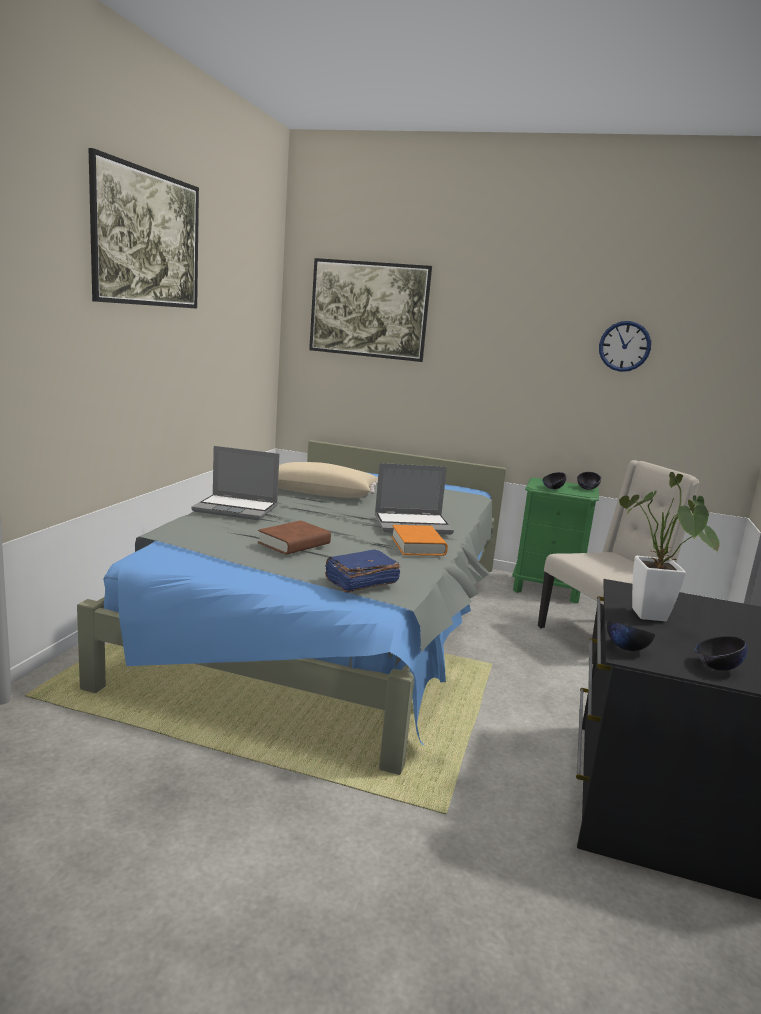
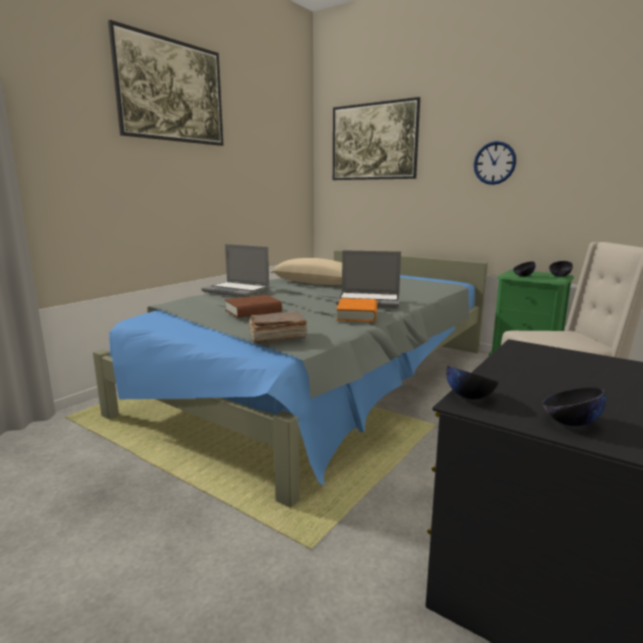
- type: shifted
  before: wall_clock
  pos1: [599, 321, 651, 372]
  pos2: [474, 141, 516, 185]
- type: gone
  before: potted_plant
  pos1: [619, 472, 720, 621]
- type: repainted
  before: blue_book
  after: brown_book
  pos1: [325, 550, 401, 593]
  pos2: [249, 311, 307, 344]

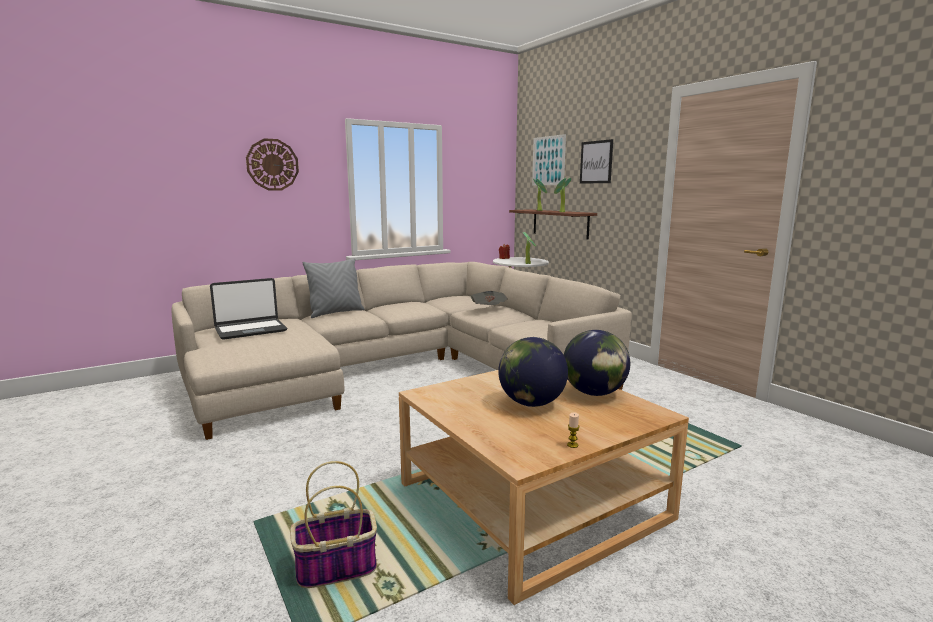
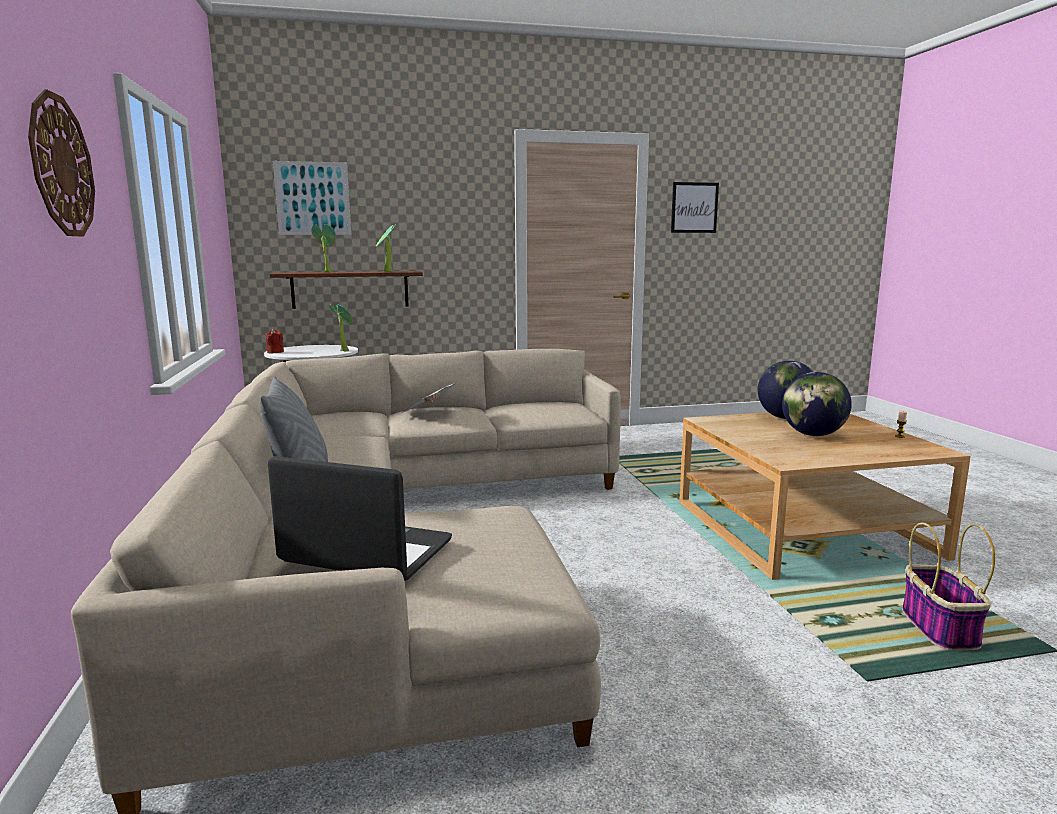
- type: shifted
  before: picture
  pos1: [580, 139, 613, 183]
  pos2: [671, 182, 719, 233]
- type: rotated
  before: laptop
  pos1: [210, 278, 287, 340]
  pos2: [268, 456, 452, 581]
  turn: -60

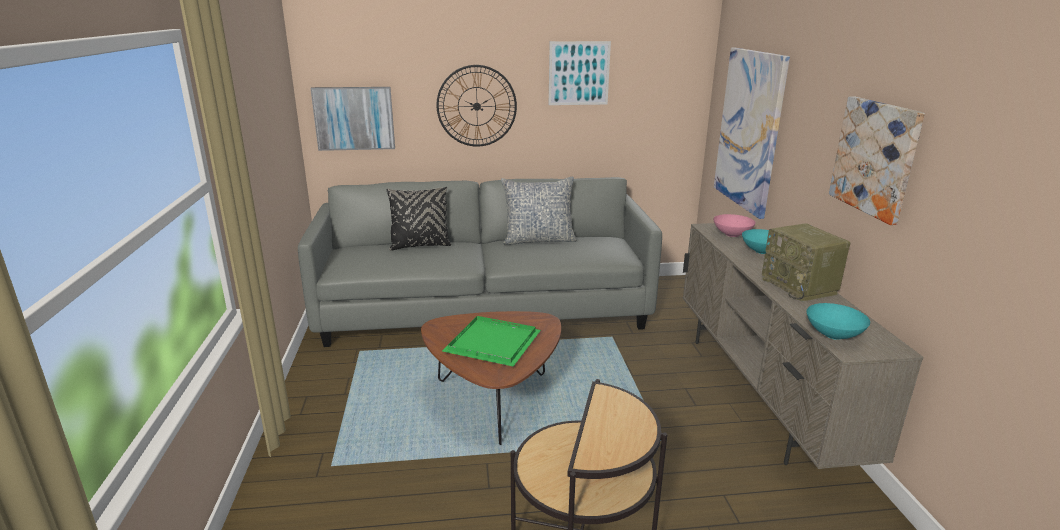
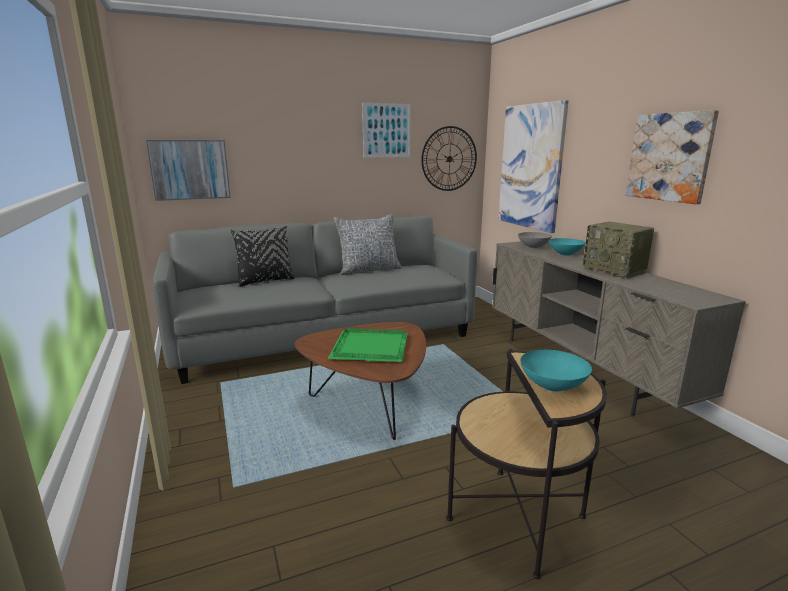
- type: shifted
  before: wall_clock
  pos1: [437, 65, 517, 147]
  pos2: [421, 126, 477, 191]
- type: repainted
  before: pink_bowl
  after: grey_bowl
  pos1: [713, 214, 756, 237]
  pos2: [518, 232, 552, 248]
- type: shifted
  before: turquoise_bowl
  pos1: [806, 303, 870, 340]
  pos2: [520, 350, 592, 392]

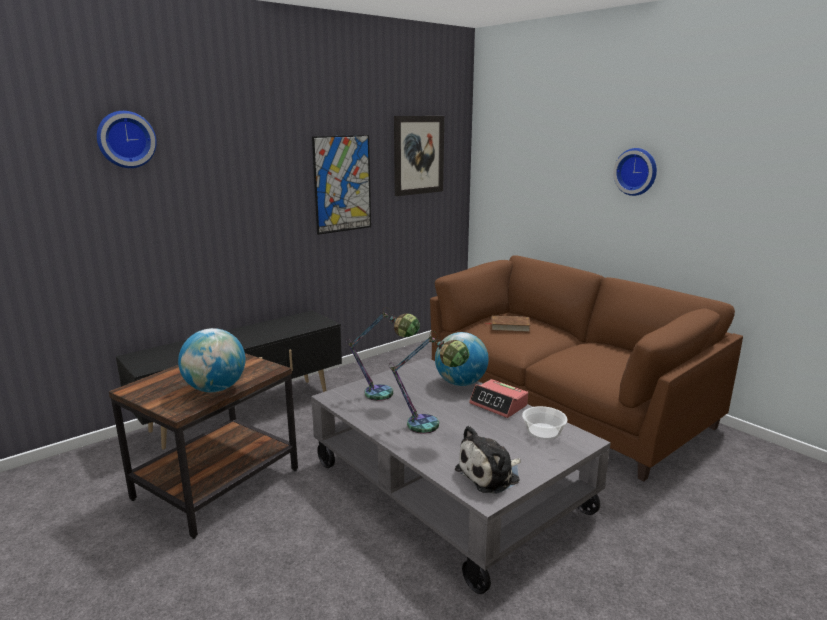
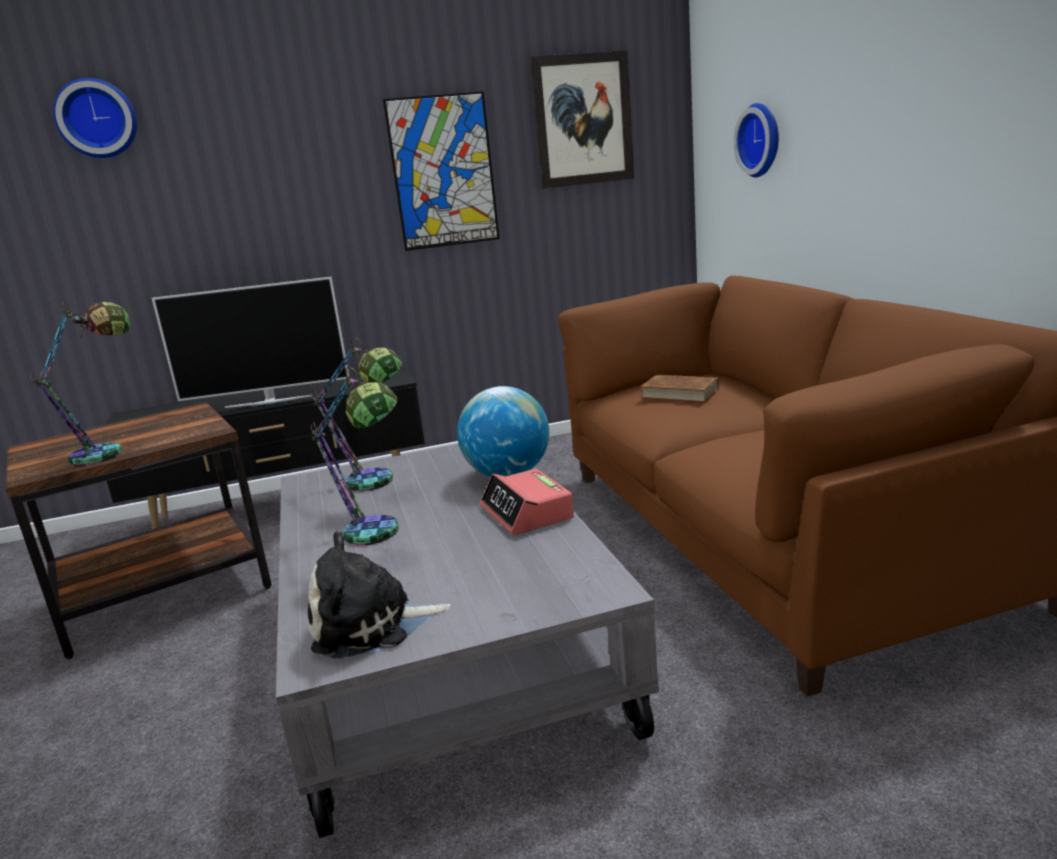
- type: shifted
  before: wall_clock
  pos1: [613, 148, 657, 196]
  pos2: [734, 103, 779, 177]
- type: swapped
  before: globe
  after: table_lamp
  pos1: [178, 328, 245, 392]
  pos2: [30, 301, 130, 466]
- type: gone
  before: bowl
  pos1: [522, 406, 568, 440]
- type: new
  after: television
  pos2: [152, 277, 349, 408]

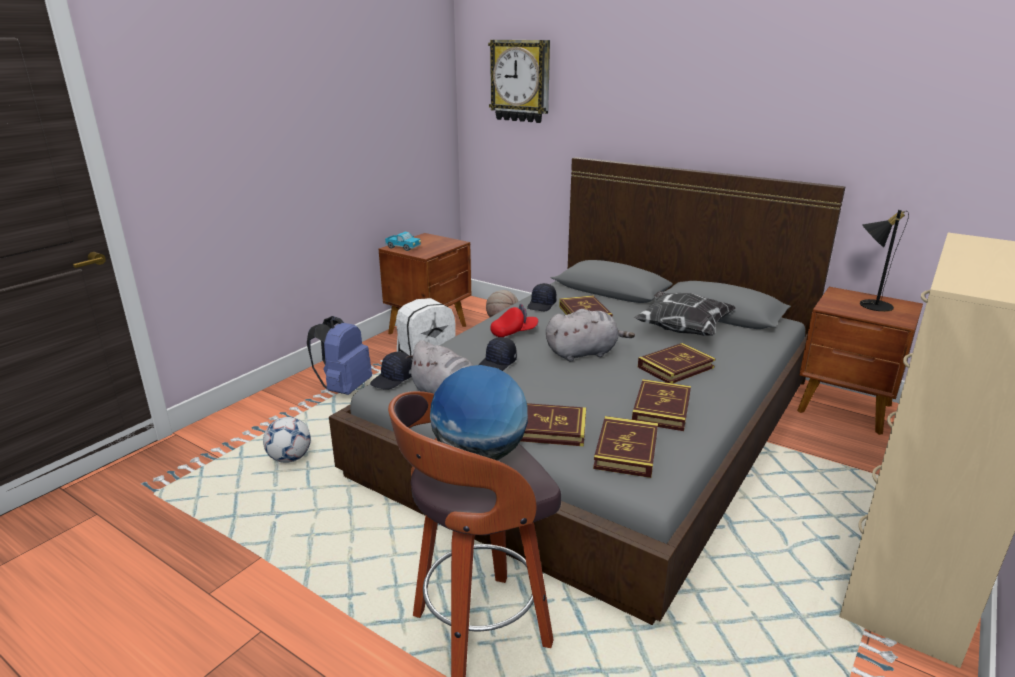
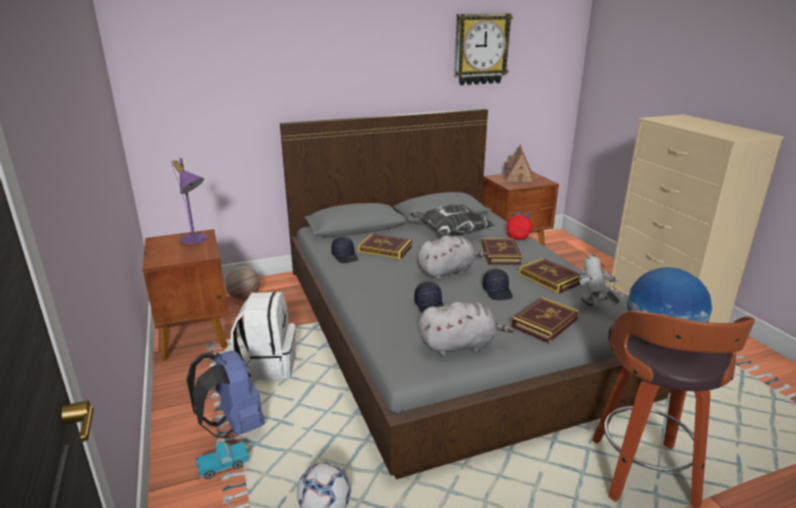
- type: shifted
  before: wall_clock
  pos1: [488, 40, 550, 123]
  pos2: [454, 14, 513, 85]
- type: swapped
  before: black_table_lamp
  after: toy_house
  pos1: [860, 210, 909, 312]
  pos2: [504, 144, 534, 185]
- type: shifted
  before: toy_truck
  pos1: [385, 232, 421, 251]
  pos2: [196, 442, 250, 479]
- type: shifted
  before: red_cap
  pos1: [490, 304, 538, 337]
  pos2: [507, 212, 533, 240]
- type: rotated
  before: grey_plush_toy
  pos1: [546, 309, 635, 361]
  pos2: [417, 236, 488, 280]
  turn: 45
- type: shifted
  before: black_cap
  pos1: [370, 352, 412, 390]
  pos2: [482, 269, 513, 300]
- type: swapped
  before: book
  after: toy_robot
  pos1: [593, 416, 658, 478]
  pos2: [578, 253, 620, 306]
- type: new
  after: purple_table_lamp
  pos2: [172, 158, 208, 244]

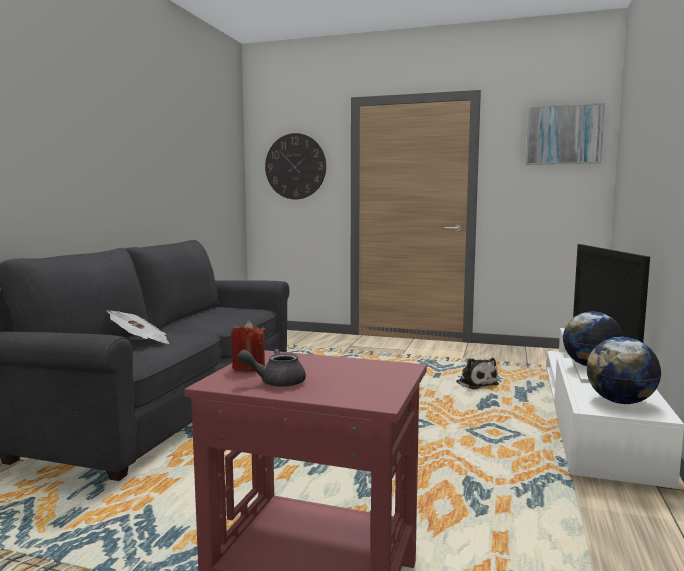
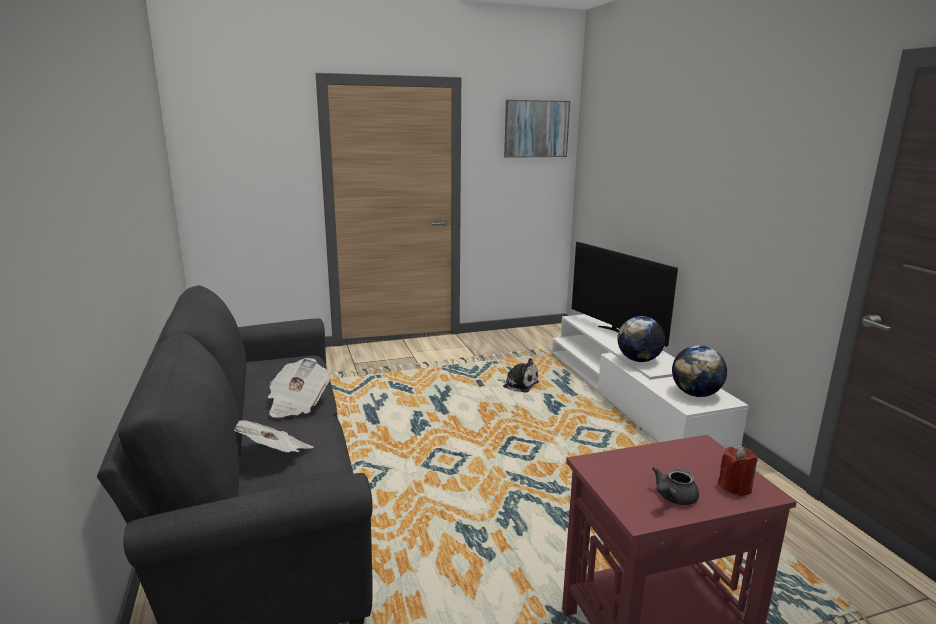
- type: gone
  before: wall_clock
  pos1: [265, 133, 326, 199]
- type: shifted
  before: red_candle
  pos1: [231, 320, 265, 372]
  pos2: [718, 447, 758, 496]
- type: new
  after: newspaper
  pos2: [268, 358, 330, 418]

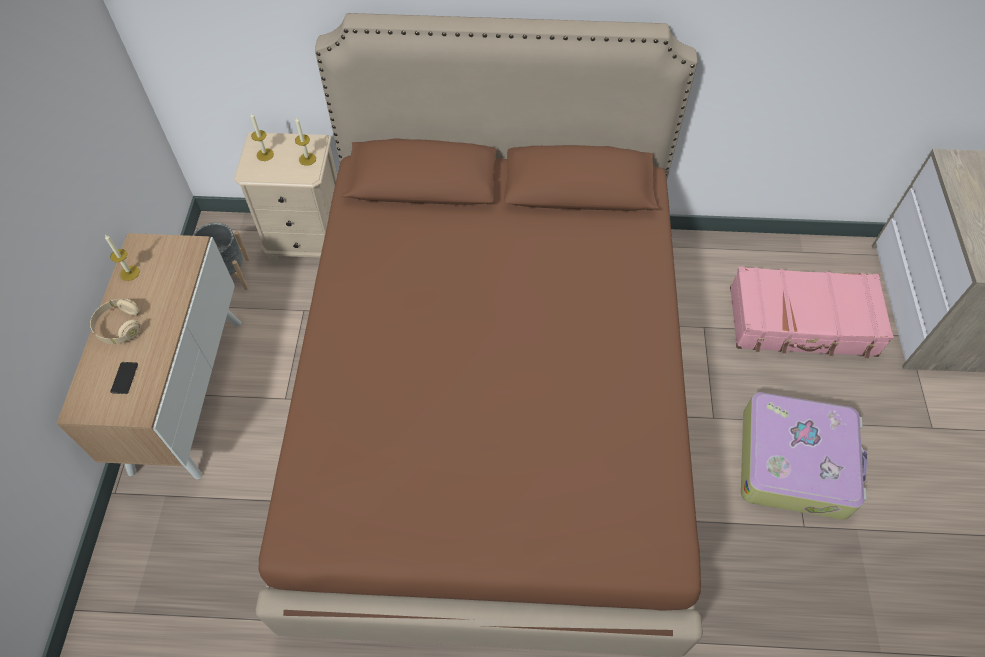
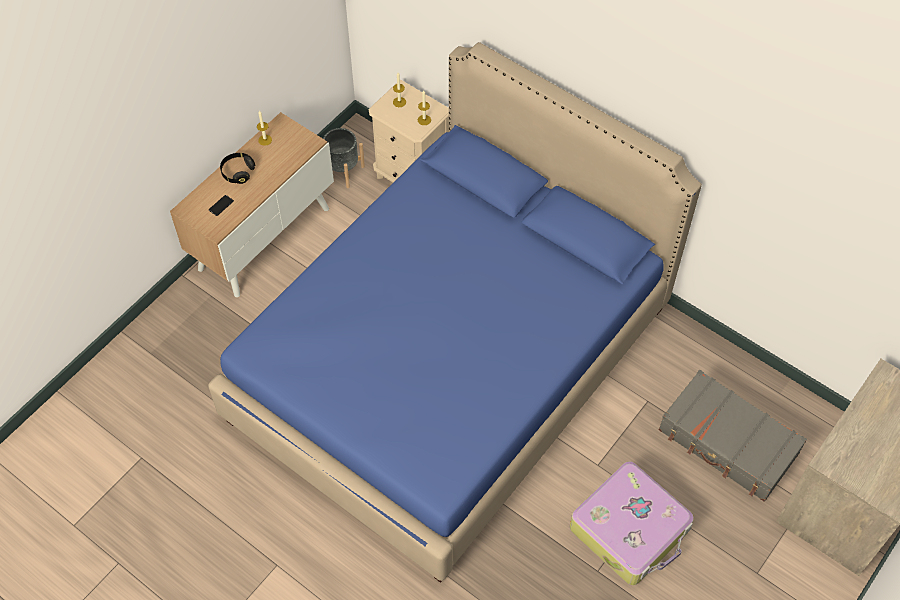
- type: repainted
  before: brown_bed
  after: blue_bed
  pos1: [256, 13, 703, 657]
  pos2: [208, 42, 702, 583]
- type: repainted
  before: pink_suitcase
  after: grey_suitcase
  pos1: [730, 267, 894, 358]
  pos2: [659, 370, 807, 502]
- type: repainted
  before: beige_headphones
  after: black_headphones
  pos1: [90, 299, 141, 344]
  pos2: [220, 153, 255, 184]

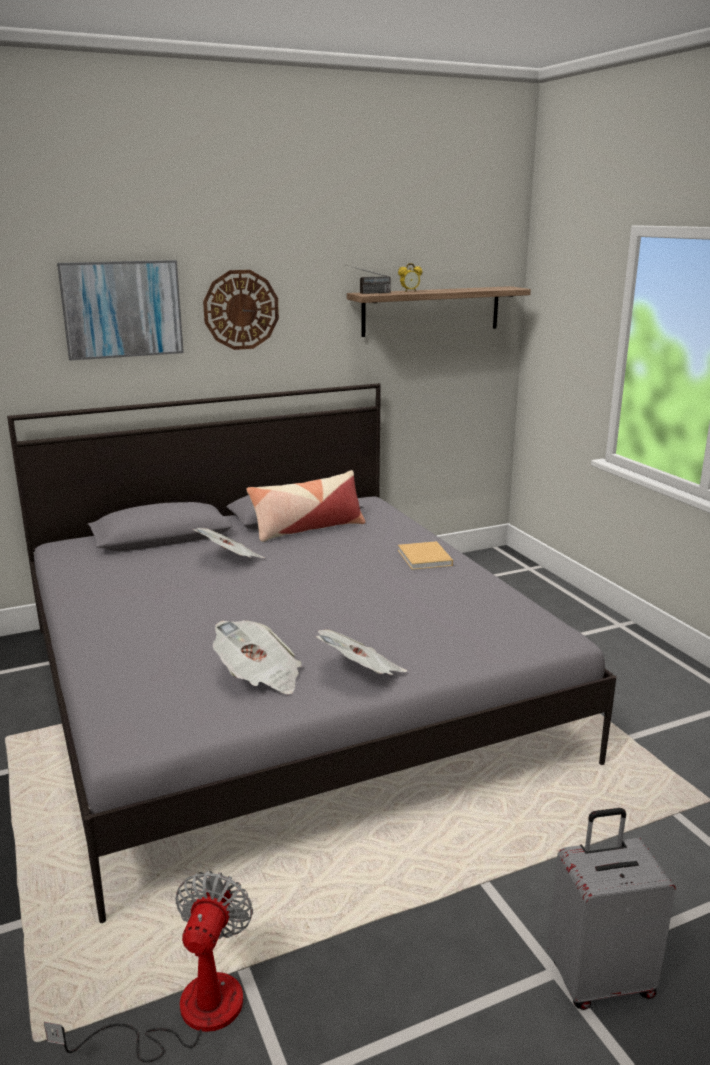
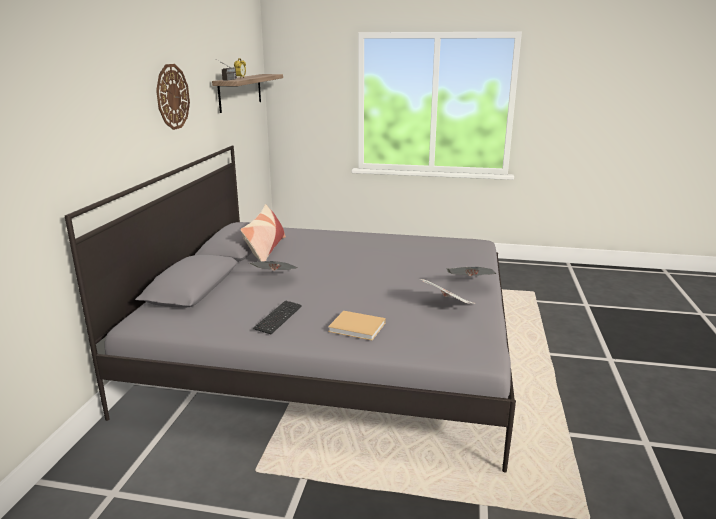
- type: gone
  before: picture
  pos1: [57, 260, 184, 361]
- type: shifted
  before: beige_book
  pos1: [398, 541, 453, 570]
  pos2: [328, 311, 386, 340]
- type: gone
  before: grey_suitcase
  pos1: [548, 808, 676, 1010]
- type: gone
  before: fan
  pos1: [44, 871, 253, 1062]
- type: new
  after: keyboard
  pos2: [253, 301, 302, 334]

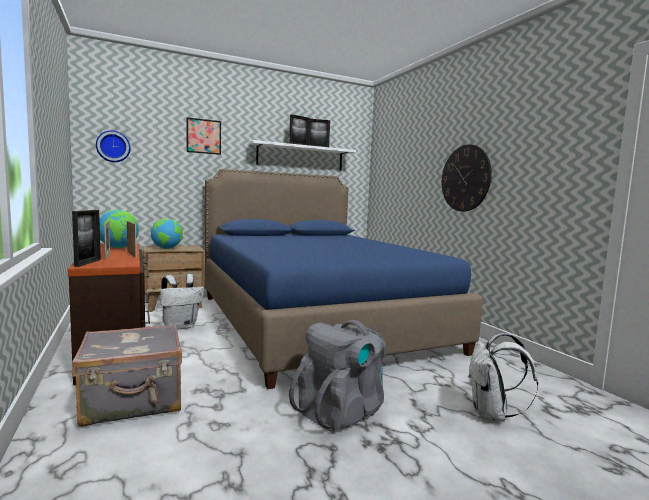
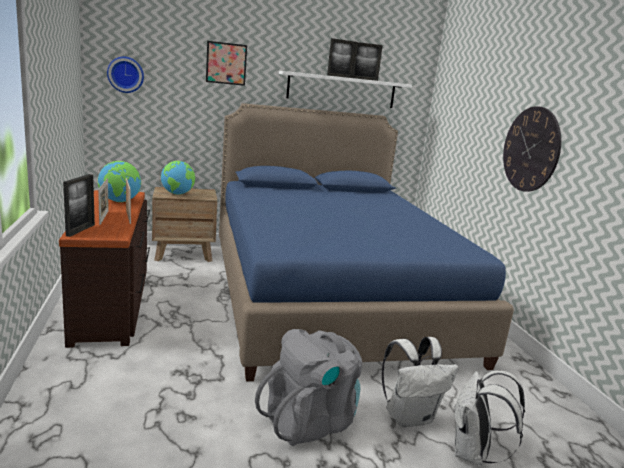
- type: shifted
  before: white_backpack
  pos1: [160, 274, 204, 330]
  pos2: [382, 337, 458, 427]
- type: gone
  before: grey_suitcase
  pos1: [72, 324, 182, 427]

